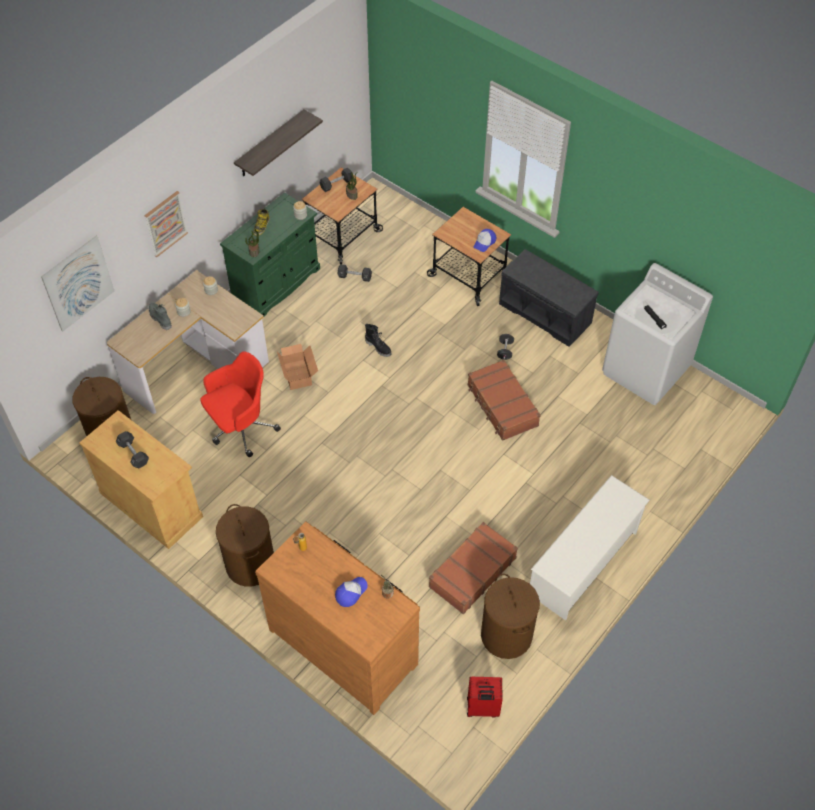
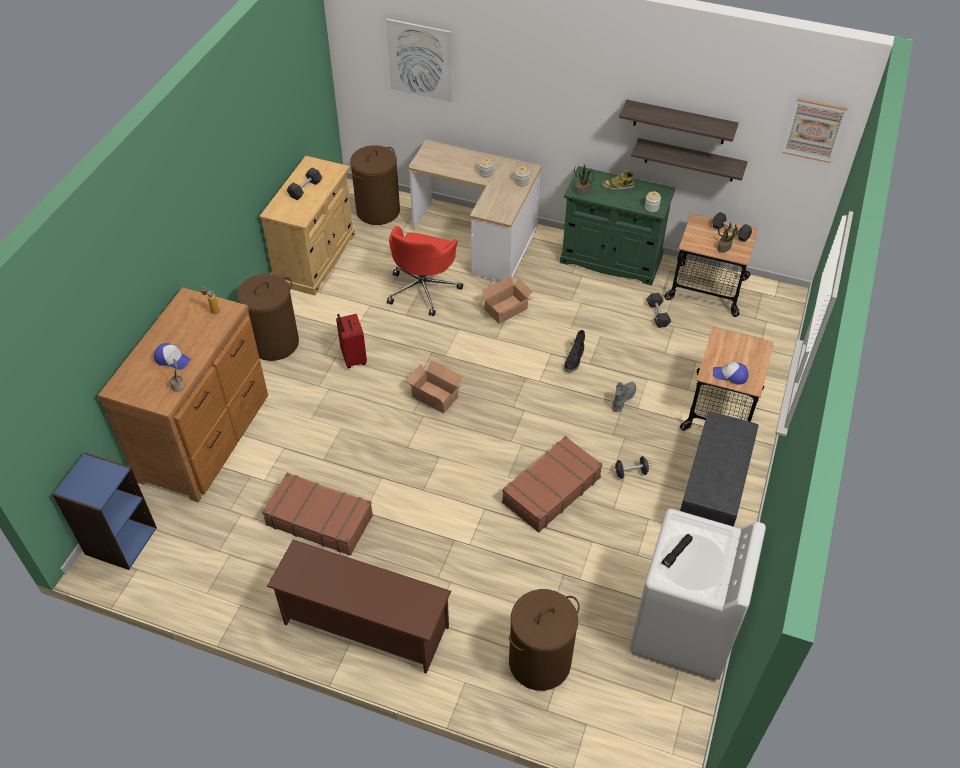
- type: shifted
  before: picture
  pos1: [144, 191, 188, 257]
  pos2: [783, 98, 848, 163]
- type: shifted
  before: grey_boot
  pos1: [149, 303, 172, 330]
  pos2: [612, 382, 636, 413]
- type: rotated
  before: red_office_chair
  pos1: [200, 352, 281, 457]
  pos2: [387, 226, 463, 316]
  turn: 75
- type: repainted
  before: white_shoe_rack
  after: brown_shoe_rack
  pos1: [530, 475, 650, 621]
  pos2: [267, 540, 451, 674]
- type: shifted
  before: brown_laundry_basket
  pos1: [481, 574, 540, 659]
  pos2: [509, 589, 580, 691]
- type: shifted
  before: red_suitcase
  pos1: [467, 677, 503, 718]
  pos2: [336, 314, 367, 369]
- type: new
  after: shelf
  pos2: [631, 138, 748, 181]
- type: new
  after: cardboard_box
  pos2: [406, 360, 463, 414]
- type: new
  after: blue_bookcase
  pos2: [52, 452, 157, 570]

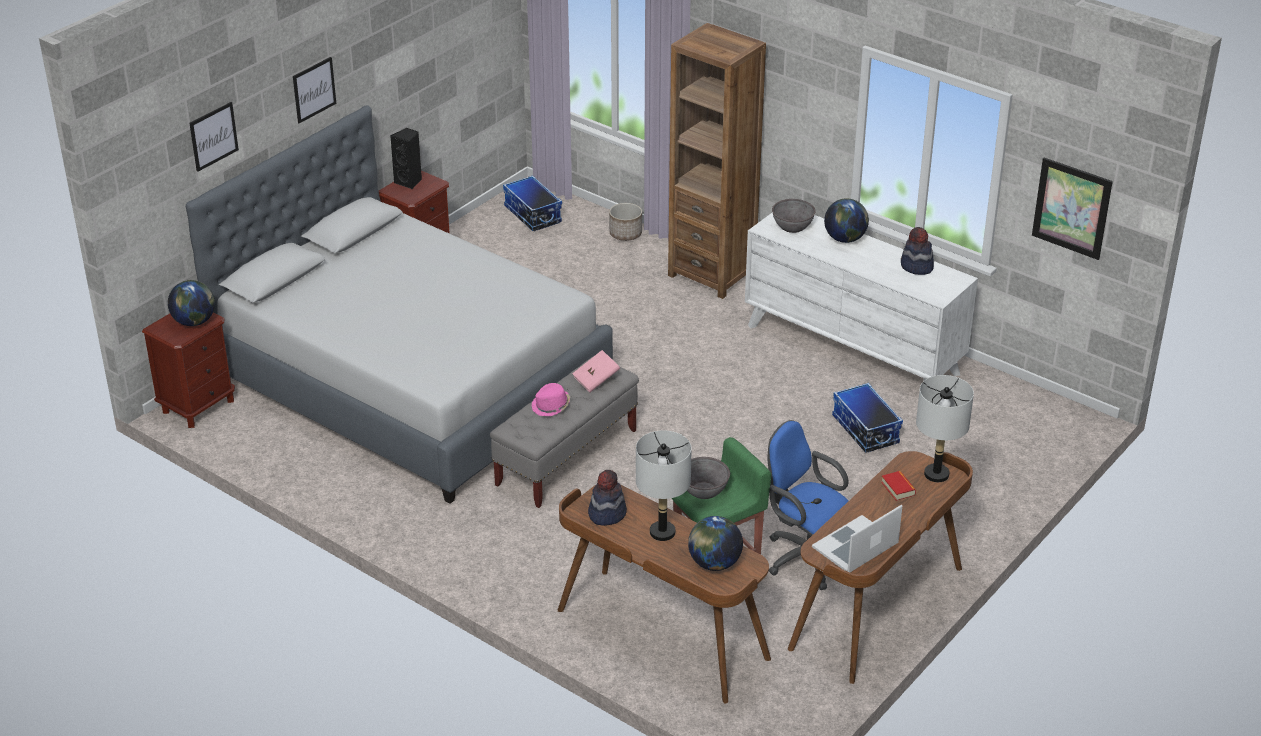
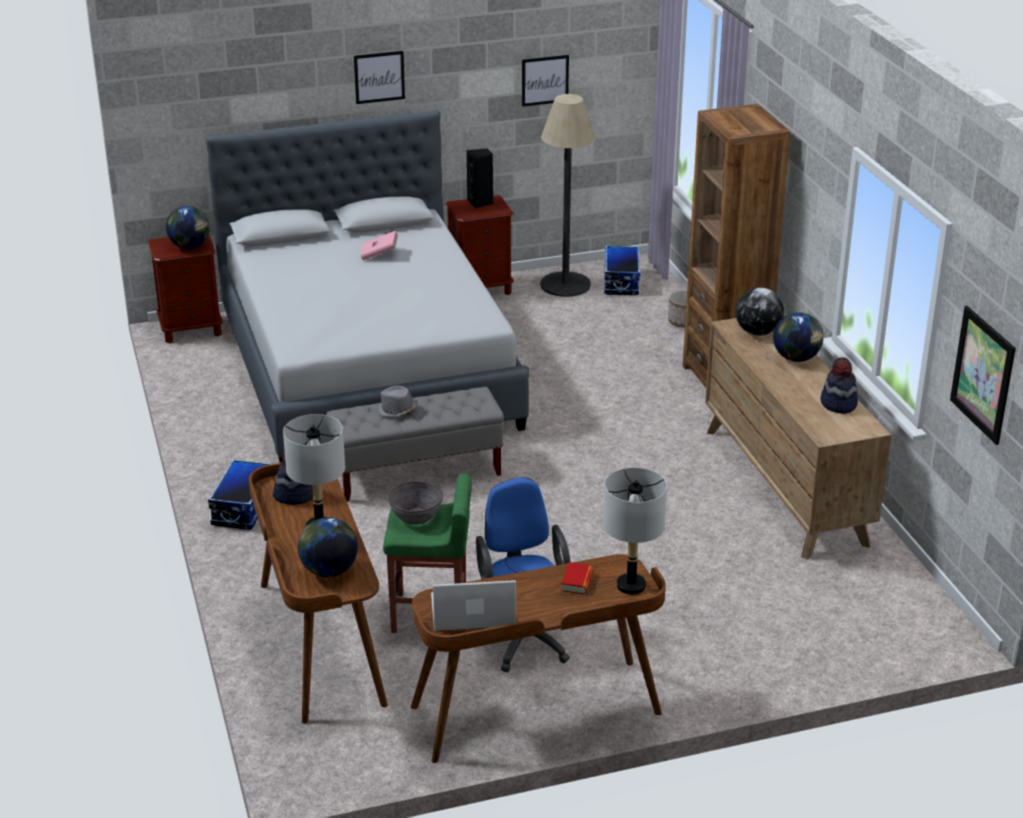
- type: shifted
  before: picture
  pos1: [189, 102, 239, 172]
  pos2: [522, 55, 569, 107]
- type: swapped
  before: grey_bowl
  after: globe
  pos1: [772, 199, 816, 233]
  pos2: [736, 287, 784, 335]
- type: repainted
  before: white_dresser
  after: brown_dresser
  pos1: [745, 212, 978, 380]
  pos2: [705, 318, 891, 560]
- type: shifted
  before: pink_book
  pos1: [572, 350, 620, 392]
  pos2: [360, 231, 398, 260]
- type: repainted
  before: pink_hat
  after: grey_hat
  pos1: [532, 383, 570, 416]
  pos2: [377, 386, 417, 417]
- type: shifted
  before: storage_box
  pos1: [832, 383, 903, 453]
  pos2: [208, 459, 272, 530]
- type: new
  after: floor_lamp
  pos2: [540, 94, 596, 297]

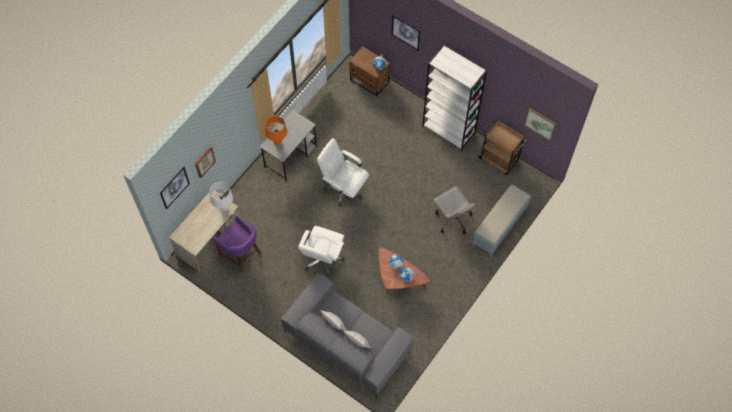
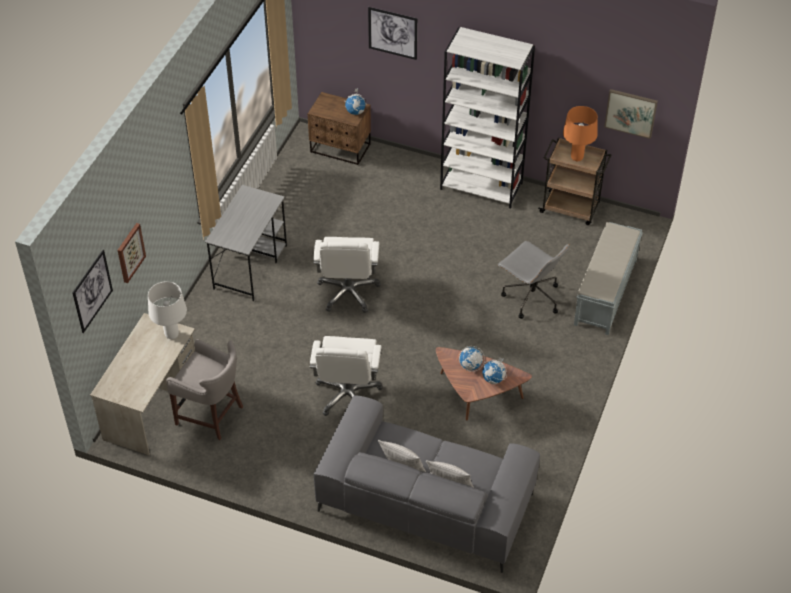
- type: shifted
  before: orange_table_lamp
  pos1: [265, 116, 287, 145]
  pos2: [563, 106, 598, 161]
- type: rotated
  before: white_office_chair
  pos1: [317, 138, 369, 207]
  pos2: [313, 237, 381, 313]
  turn: -105
- type: repainted
  before: purple_stool
  after: grey_stool
  pos1: [214, 215, 261, 272]
  pos2: [166, 340, 243, 440]

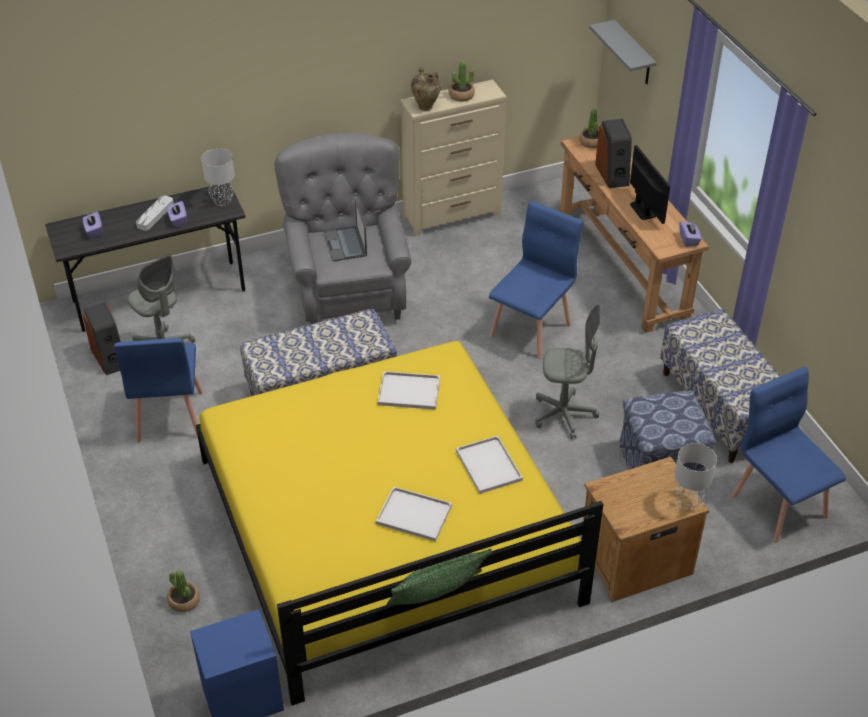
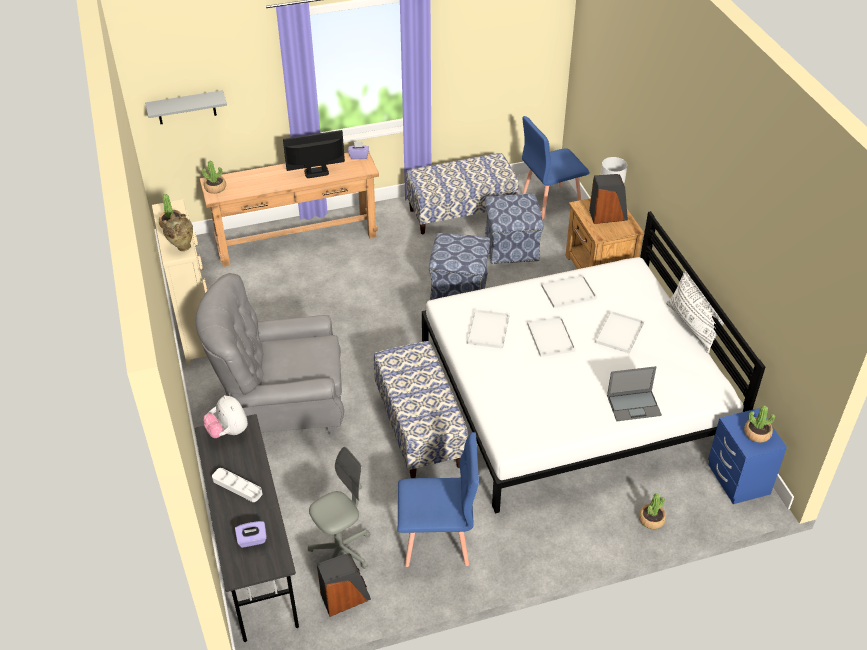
- type: shifted
  before: speaker
  pos1: [595, 119, 632, 188]
  pos2: [589, 174, 628, 224]
- type: swapped
  before: grey_table_lamp
  after: plush_toy
  pos1: [201, 148, 235, 206]
  pos2: [203, 395, 248, 438]
- type: shifted
  before: laptop
  pos1: [324, 199, 367, 261]
  pos2: [607, 366, 662, 421]
- type: gone
  before: purple_tissue_box
  pos1: [167, 201, 187, 227]
- type: gone
  before: blue_chair
  pos1: [489, 201, 583, 359]
- type: swapped
  before: grey_office_chair
  after: ottoman
  pos1: [535, 304, 600, 439]
  pos2: [429, 233, 490, 300]
- type: repainted
  before: yellow_bed
  after: white_bed
  pos1: [196, 341, 603, 705]
  pos2: [422, 211, 765, 514]
- type: repainted
  before: green_pillow
  after: white_pillow
  pos1: [386, 549, 492, 605]
  pos2: [666, 271, 724, 353]
- type: new
  after: white_tray
  pos2: [527, 317, 576, 357]
- type: new
  after: potted_plant
  pos2: [744, 405, 775, 443]

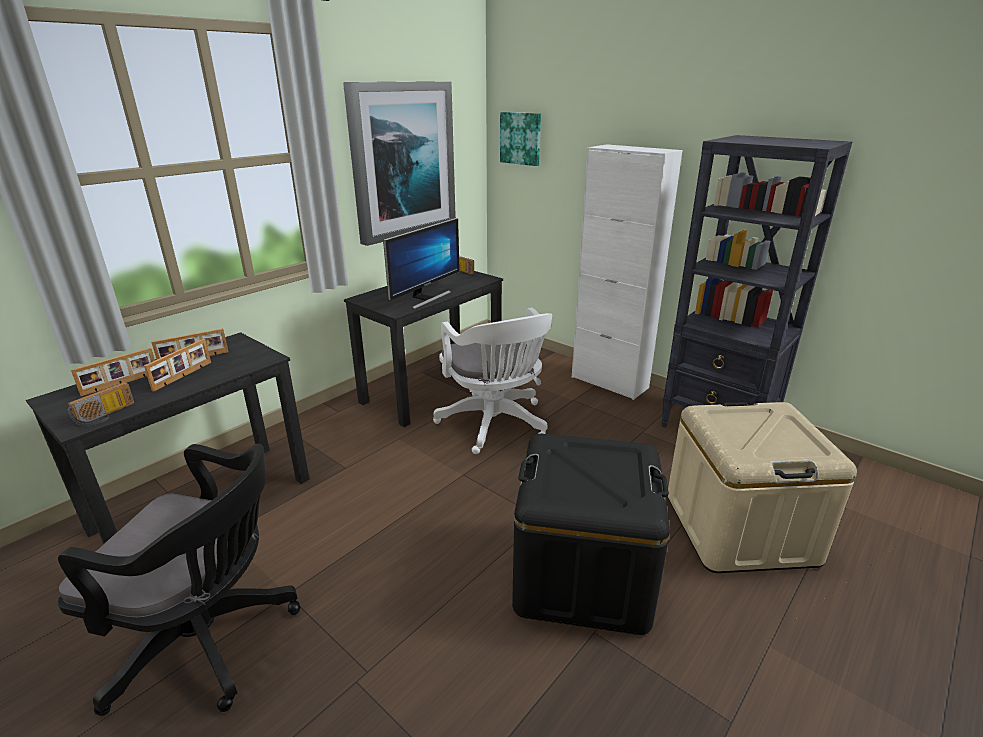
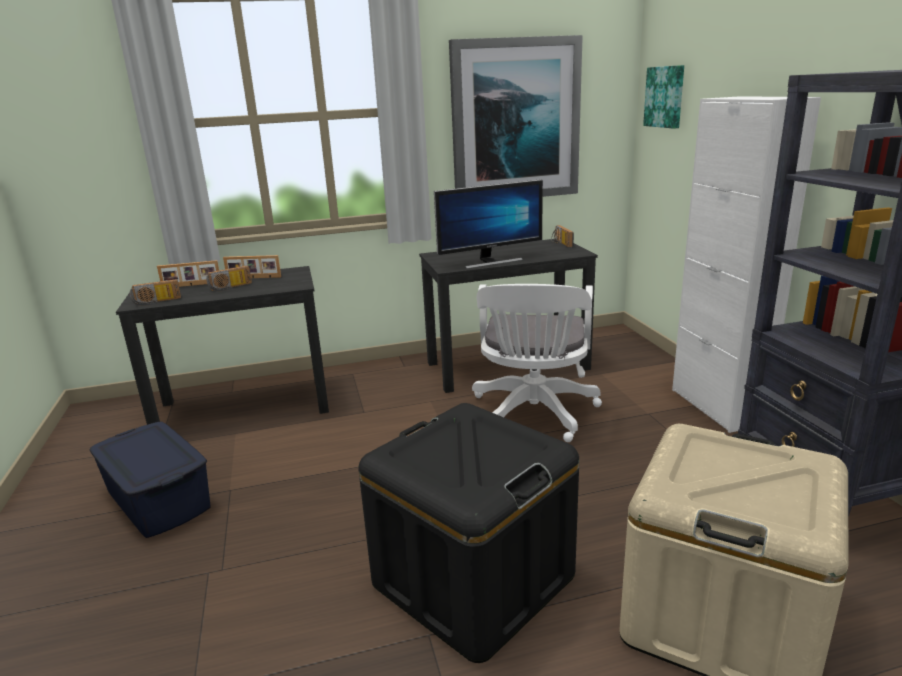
- type: swapped
  before: picture_frame
  after: radio
  pos1: [144, 339, 211, 392]
  pos2: [206, 266, 252, 291]
- type: swapped
  before: black_office_chair
  after: blue_storage_box
  pos1: [58, 444, 301, 716]
  pos2: [90, 422, 211, 538]

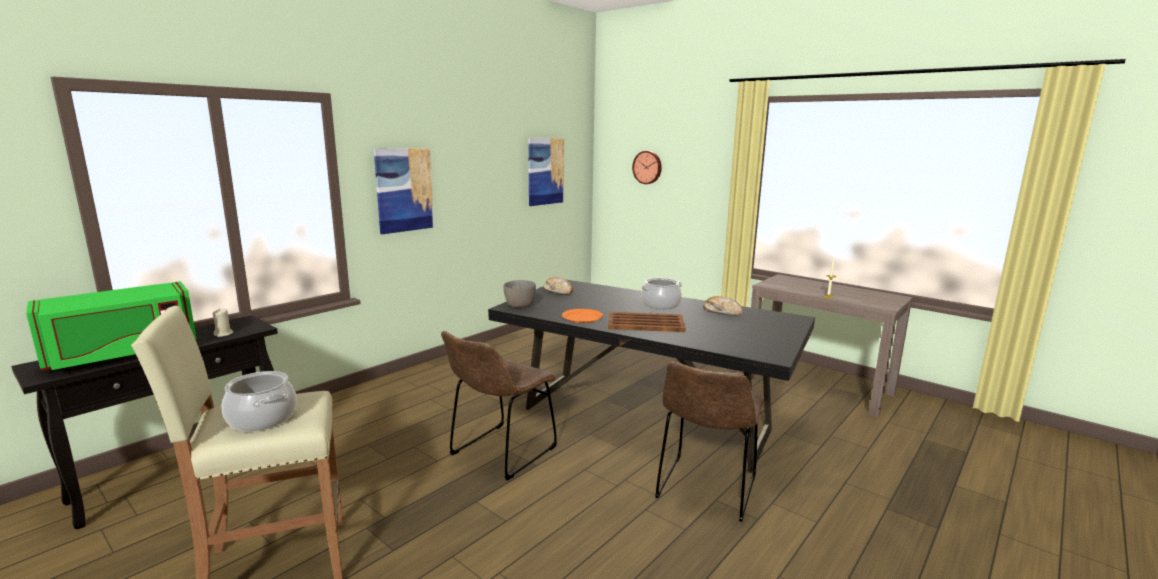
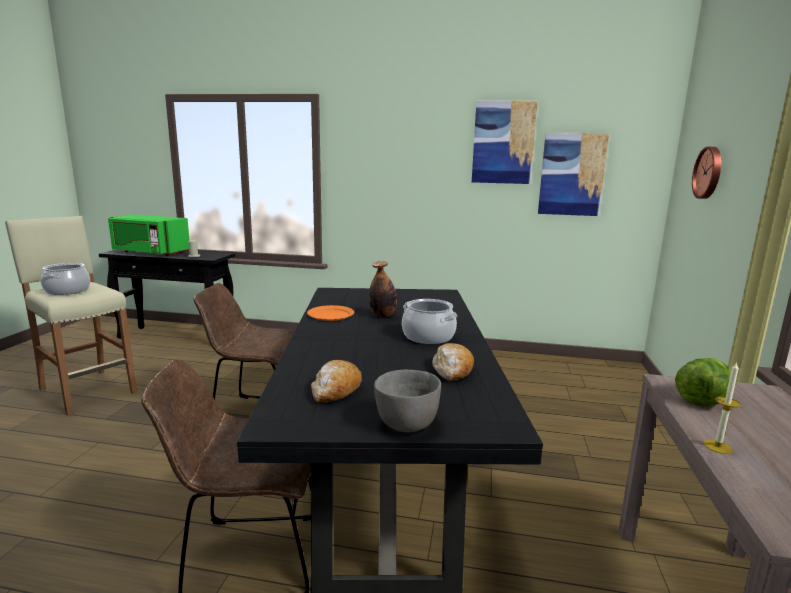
- type: shifted
  before: picture
  pos1: [374, 148, 434, 234]
  pos2: [472, 101, 538, 184]
- type: shifted
  before: bread
  pos1: [543, 277, 573, 295]
  pos2: [311, 360, 362, 403]
- type: shifted
  before: grey_bowl
  pos1: [504, 280, 536, 308]
  pos2: [374, 370, 441, 432]
- type: gone
  before: brown_tray
  pos1: [608, 312, 686, 332]
- type: new
  after: bottle
  pos2: [369, 261, 397, 317]
- type: new
  after: lettuce
  pos2: [675, 358, 731, 407]

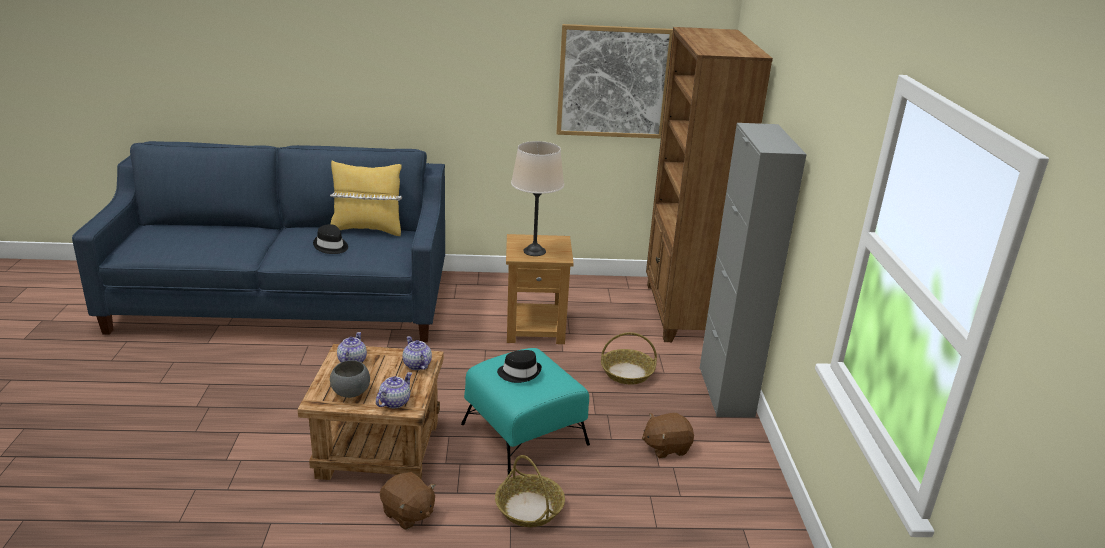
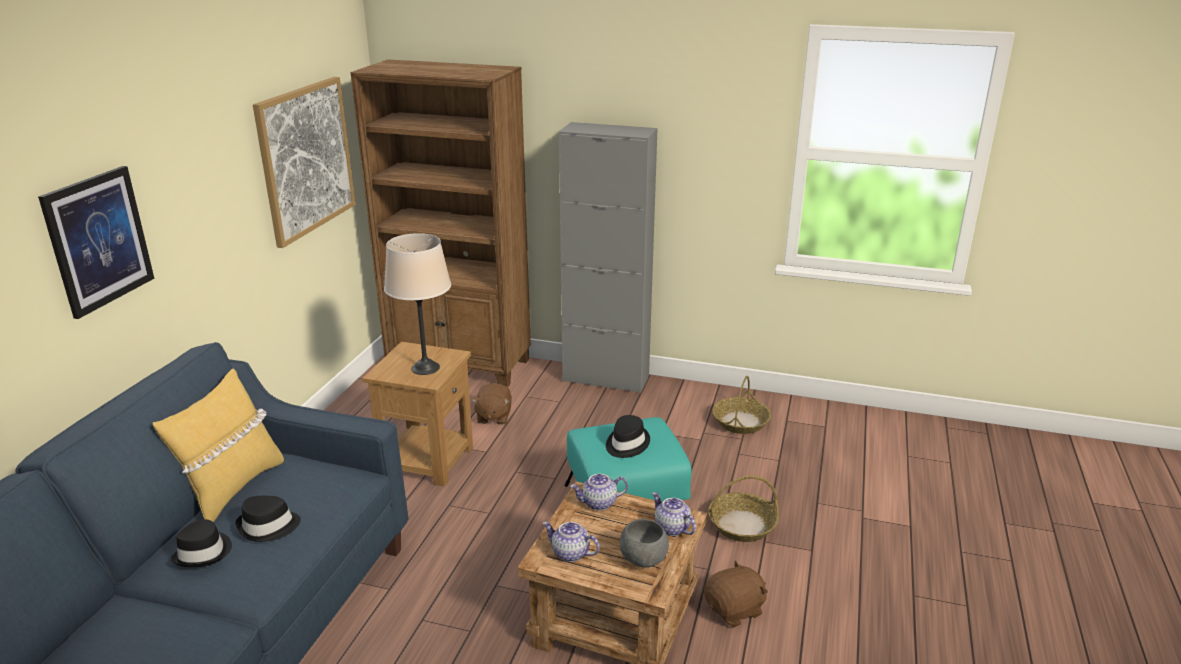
- type: shifted
  before: basket
  pos1: [601, 332, 657, 385]
  pos2: [712, 376, 771, 434]
- type: shifted
  before: brown_plush_toy
  pos1: [642, 413, 694, 458]
  pos2: [472, 383, 512, 425]
- type: new
  after: picture
  pos2: [38, 166, 154, 319]
- type: new
  after: black_hat
  pos2: [171, 519, 232, 567]

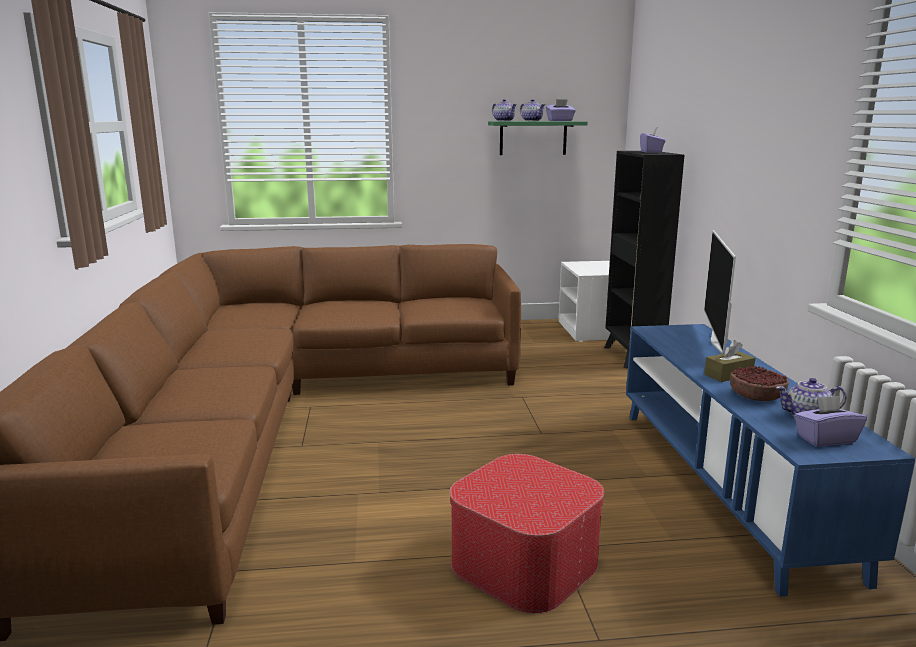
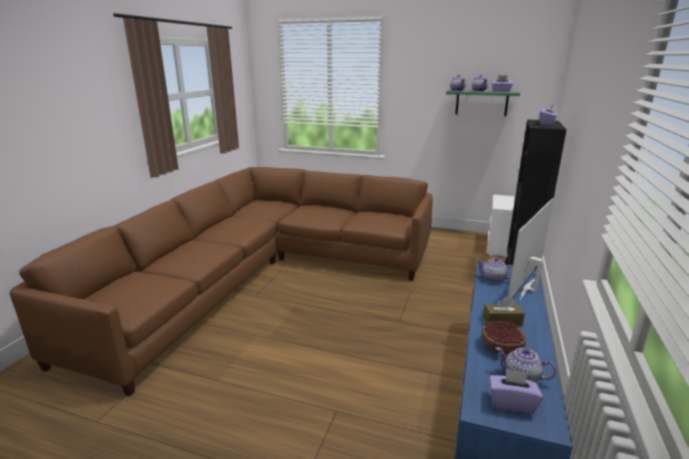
- type: gone
  before: ottoman
  pos1: [450, 454, 605, 614]
- type: new
  after: teapot
  pos2: [476, 257, 513, 283]

